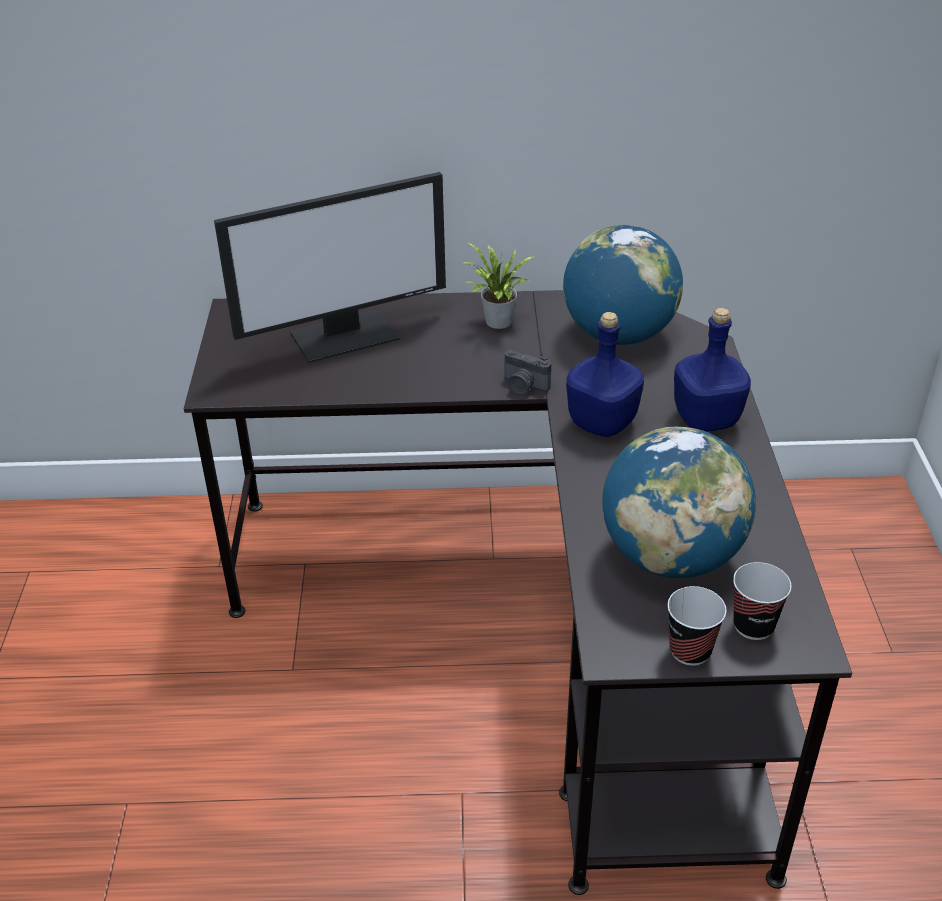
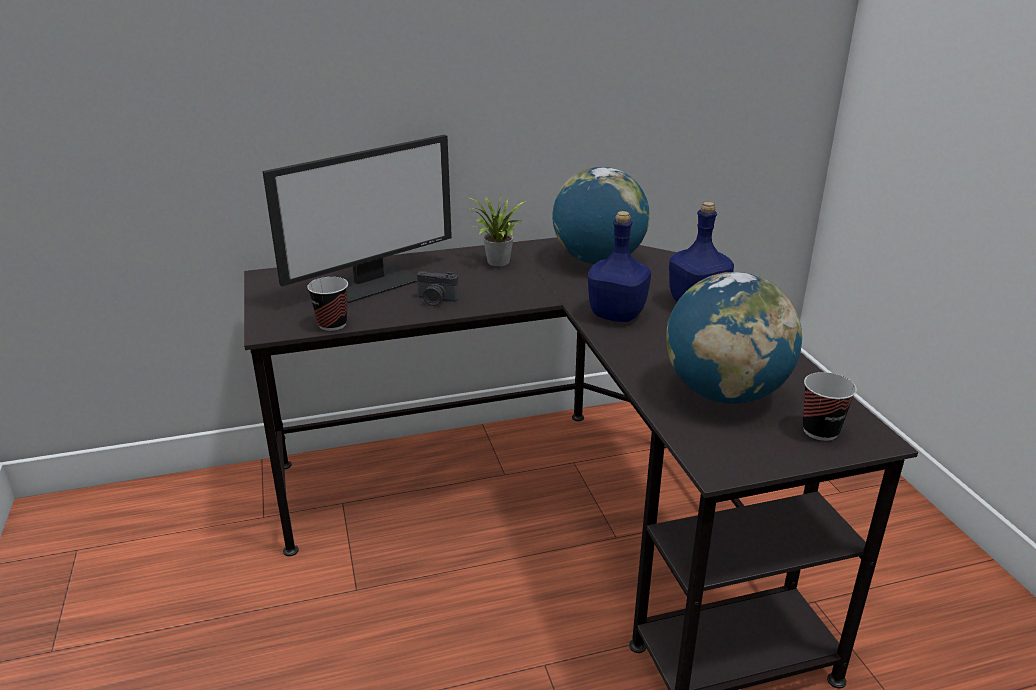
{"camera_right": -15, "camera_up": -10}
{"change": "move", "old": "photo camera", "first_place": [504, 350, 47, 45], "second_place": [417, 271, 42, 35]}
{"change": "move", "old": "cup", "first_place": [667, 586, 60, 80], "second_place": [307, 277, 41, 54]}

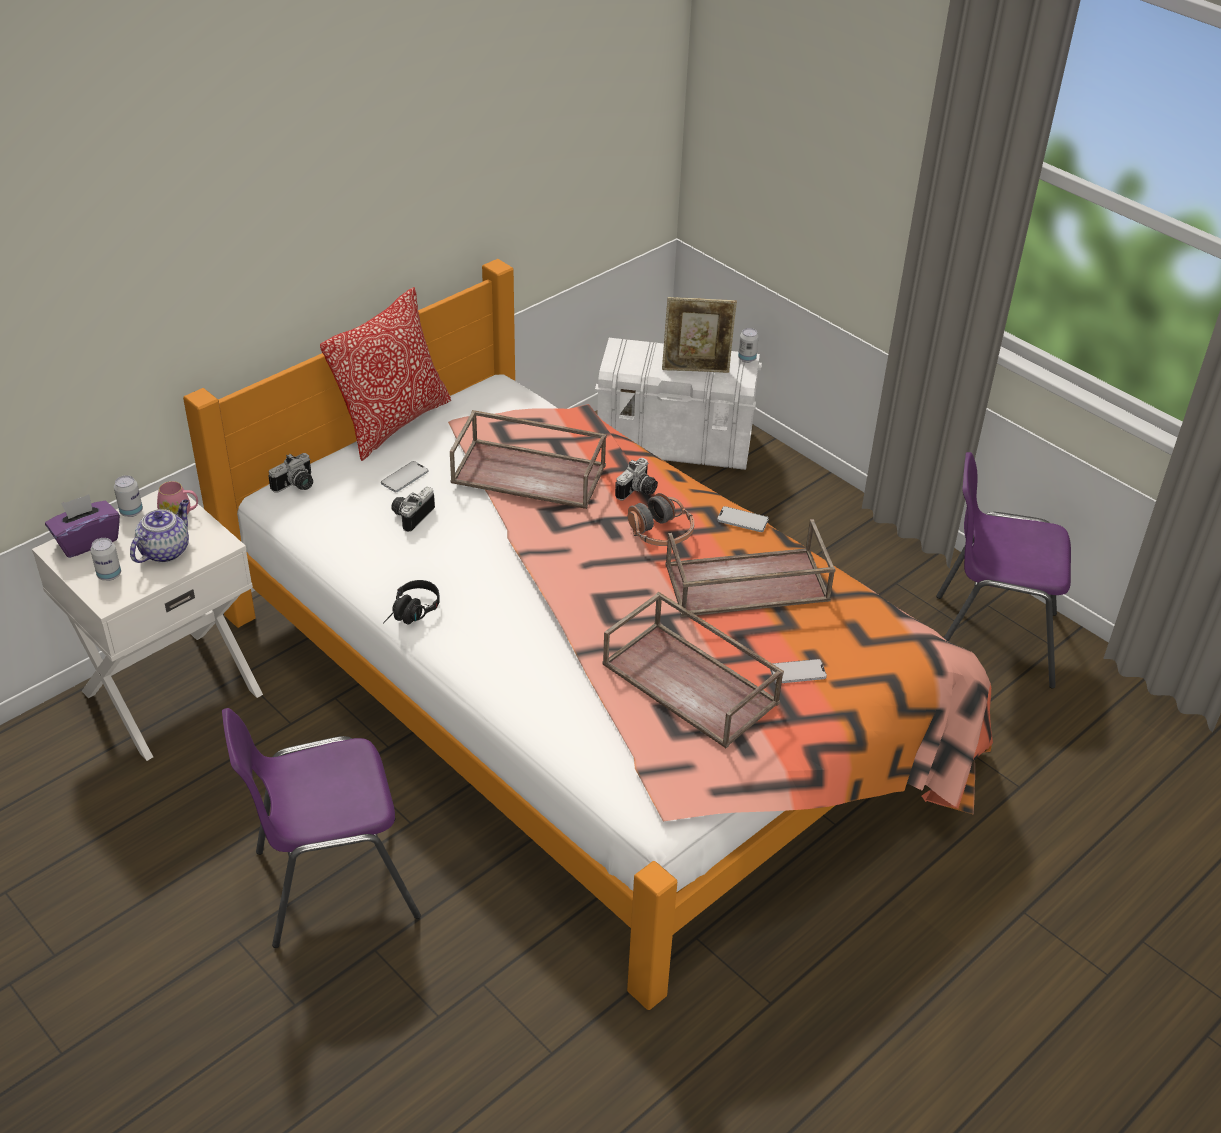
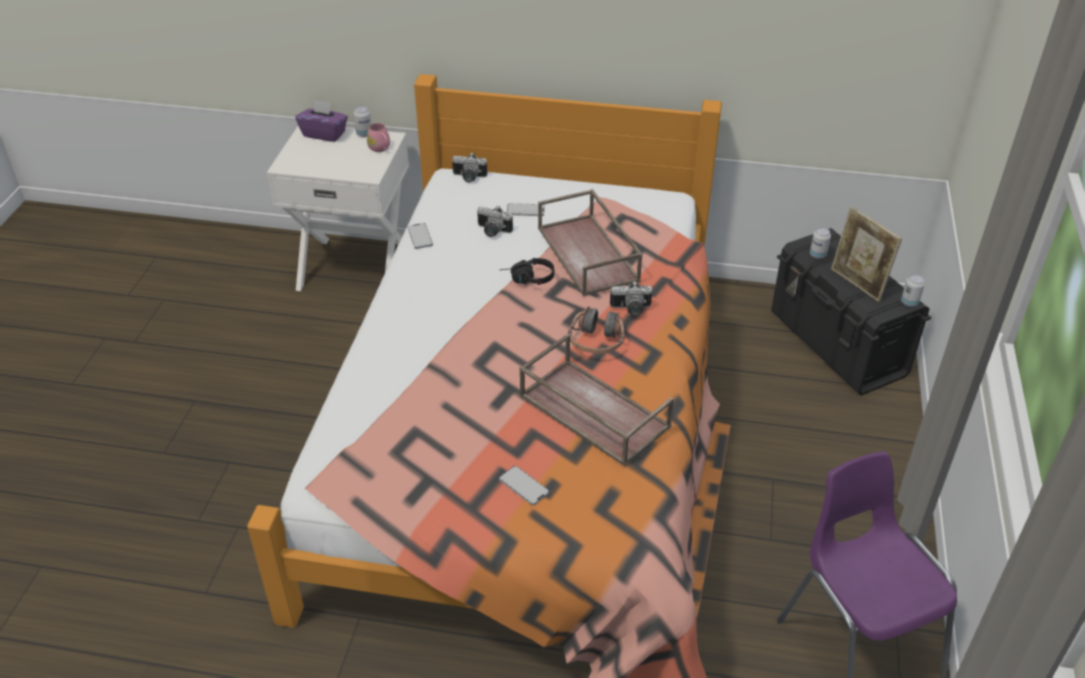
{"camera_right": 55, "camera_up": 0}
{"change": "move", "old": "can", "first_place": [90, 538, 31, 43], "second_place": [810, 227, 21, 32]}
{"change": "delete", "old": "pot for tea", "first_place": [130, 499, 59, 64]}
{"change": "delete", "old": "chair in purple", "first_place": [222, 708, 199, 240]}
{"change": "delete", "old": "pillow", "first_place": [320, 287, 131, 174]}
{"change": "move", "old": "headset in blackish", "first_place": [383, 580, 57, 45], "second_place": [500, 258, 55, 27]}
{"change": "rotate", "old": "photo camera", "first_place": [391, 487, 44, 45], "second_place": [477, 205, 36, 32], "degrees": -150}
{"change": "recolor", "old": "storage container in white", "new": "storage container in blackish", "first_place": [595, 338, 167, 132], "second_place": [771, 228, 160, 168]}
{"change": "delete", "old": "carrying tray in brown-coloured", "first_place": [602, 592, 182, 156]}
{"change": "move", "old": "phone", "first_place": [717, 506, 52, 26], "second_place": [407, 223, 26, 26]}

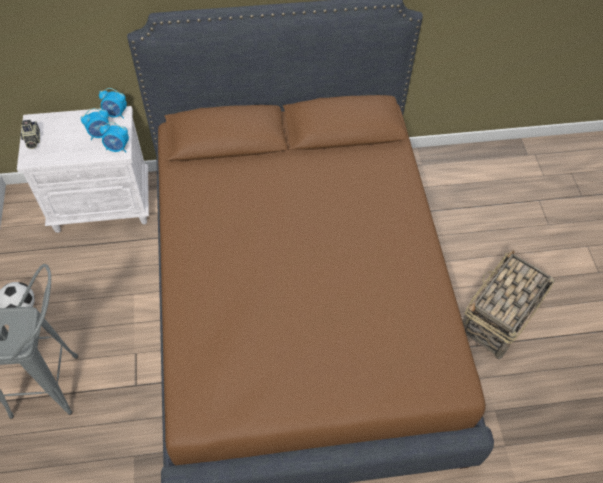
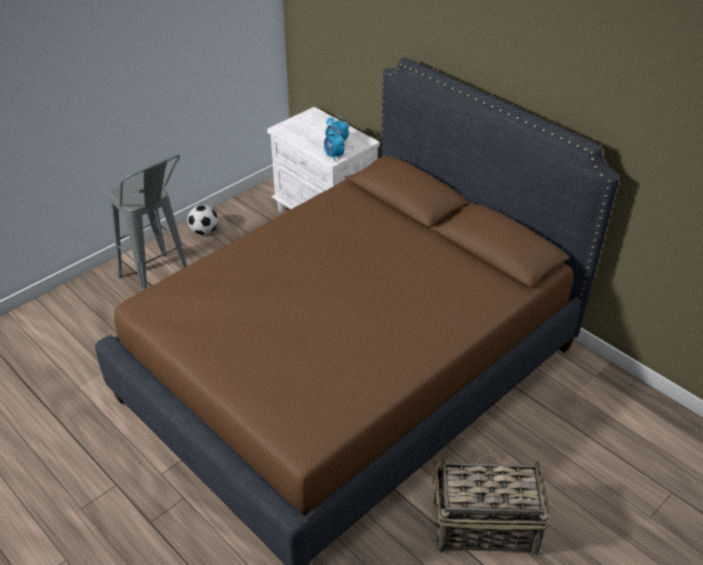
{"camera_right": 55, "camera_up": -15}
{"change": "delete", "old": "photo camera", "first_place": [20, 120, 20, 29]}
{"change": "delete", "old": "bedside clock", "first_place": [99, 88, 28, 31]}

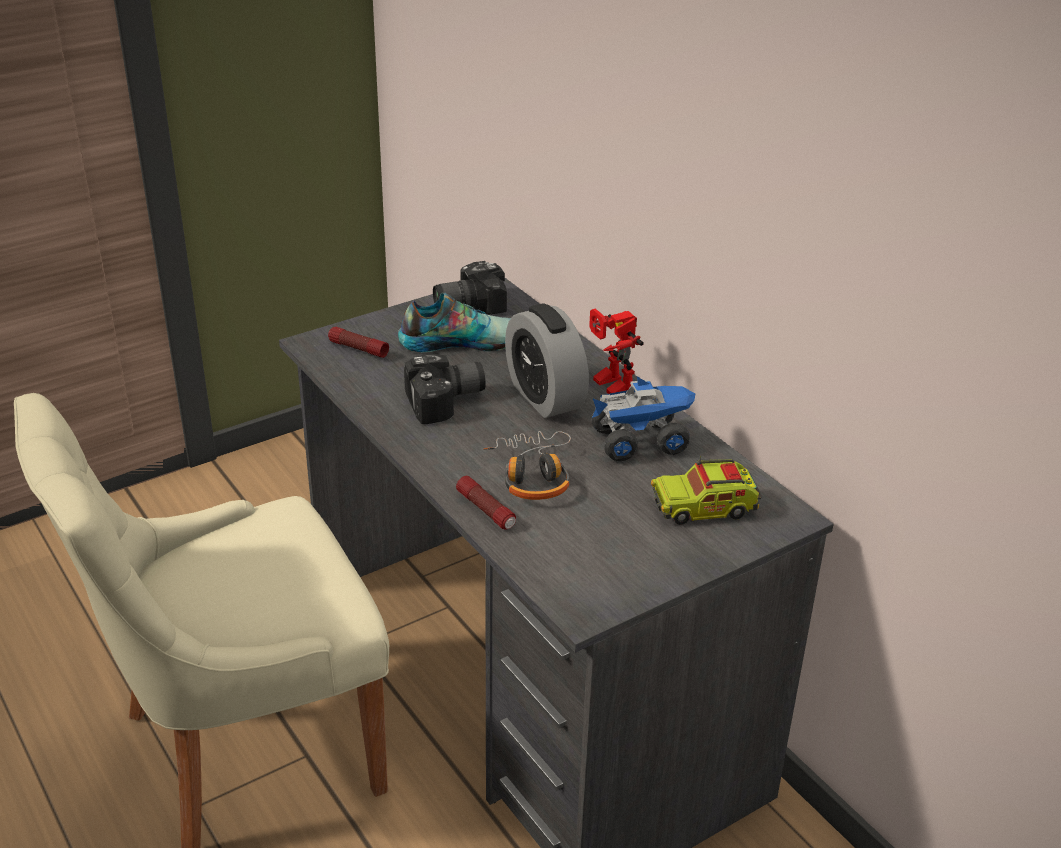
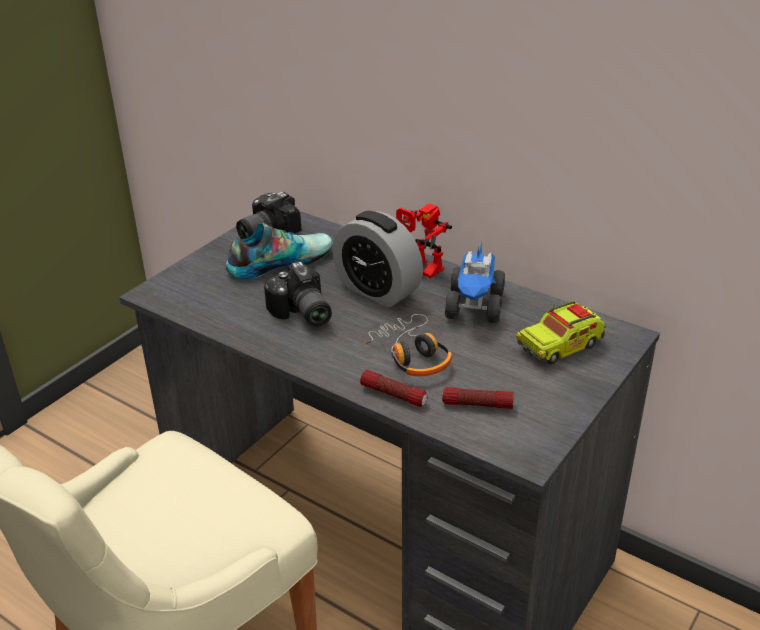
{"camera_right": -20, "camera_up": 0}
{"change": "move", "old": "flashlight", "first_place": [328, 327, 61, 31], "second_place": [442, 387, 72, 22]}
{"change": "rotate", "old": "photo camera", "first_place": [404, 354, 82, 70], "second_place": [264, 261, 68, 66], "degrees": 105}
{"change": "rotate", "old": "model truck", "first_place": [592, 376, 103, 85], "second_place": [445, 242, 60, 81], "degrees": 135}

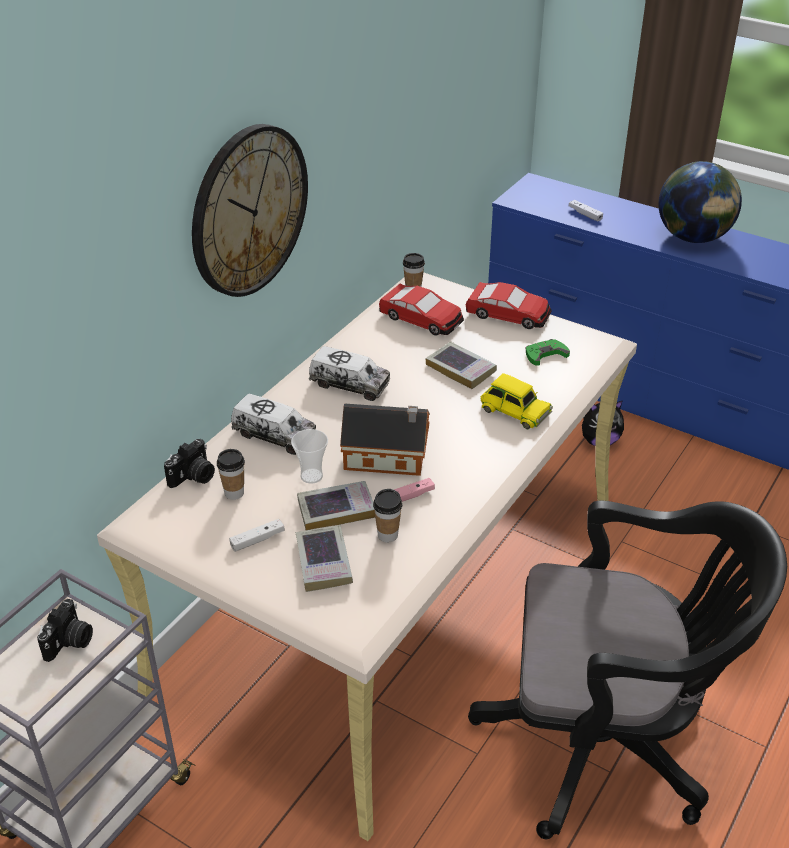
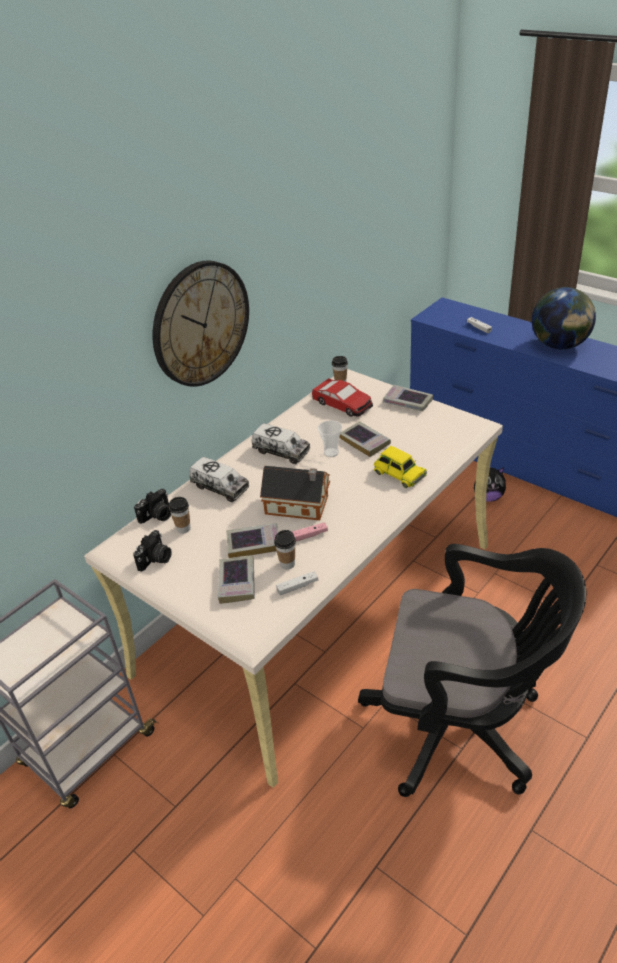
{"camera_right": 10, "camera_up": 0}
{"change": "move", "old": "photo camera", "first_place": [37, 599, 56, 63], "second_place": [133, 530, 39, 42]}
{"change": "move", "old": "gamepad in white", "first_place": [229, 519, 56, 33], "second_place": [276, 571, 42, 24]}
{"change": "move", "old": "cup", "first_place": [291, 429, 37, 55], "second_place": [318, 420, 24, 37]}
{"change": "replace", "old": "toy car", "new": "book", "first_place": [466, 282, 86, 47], "second_place": [383, 385, 50, 26]}
{"change": "delete", "old": "gamepad in greenish", "first_place": [525, 339, 45, 27]}

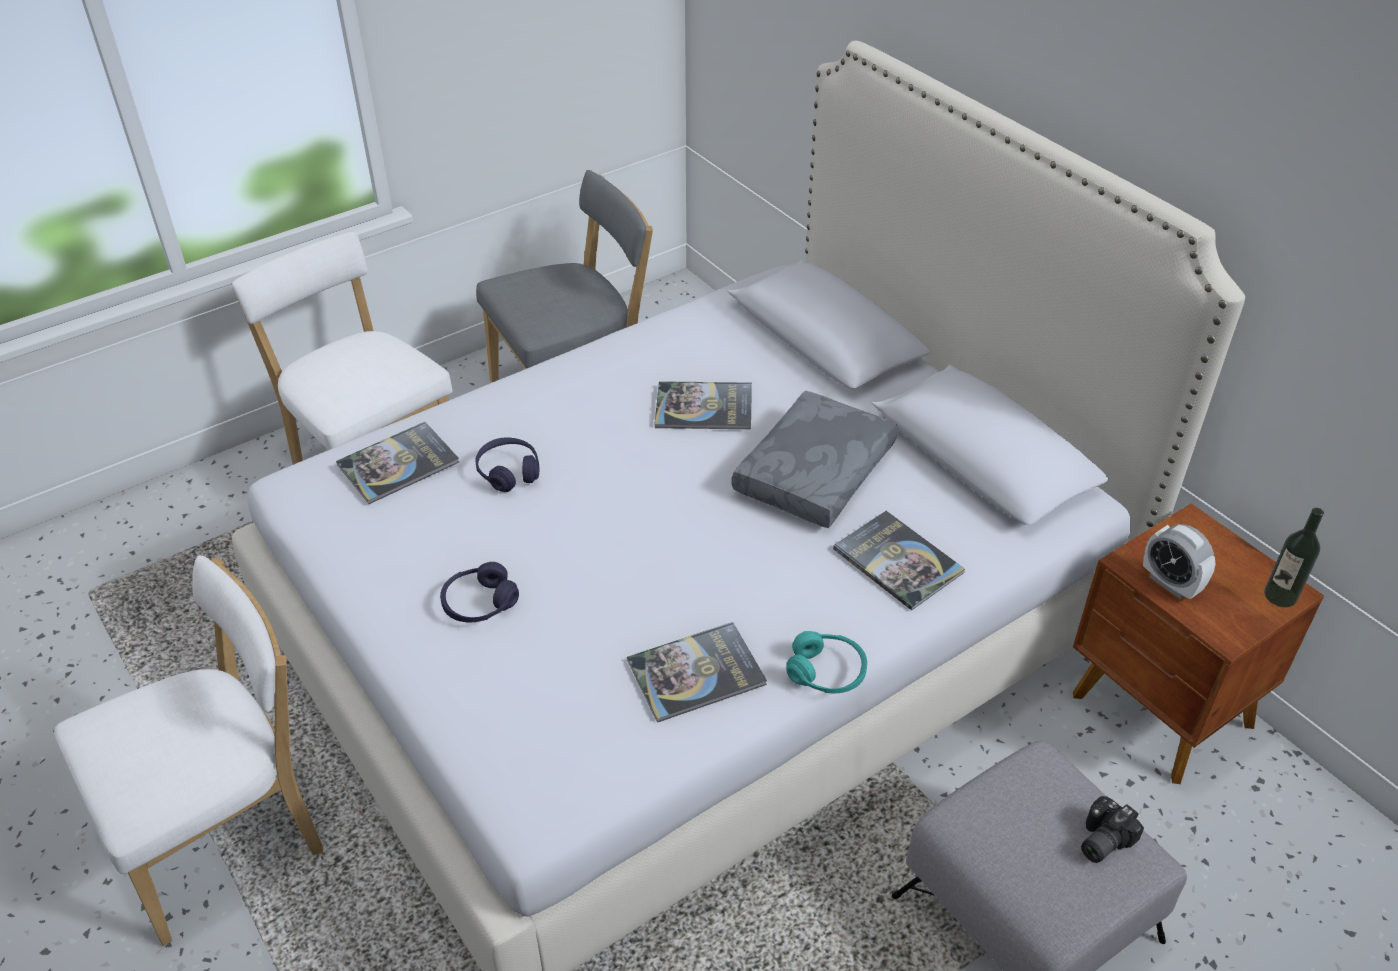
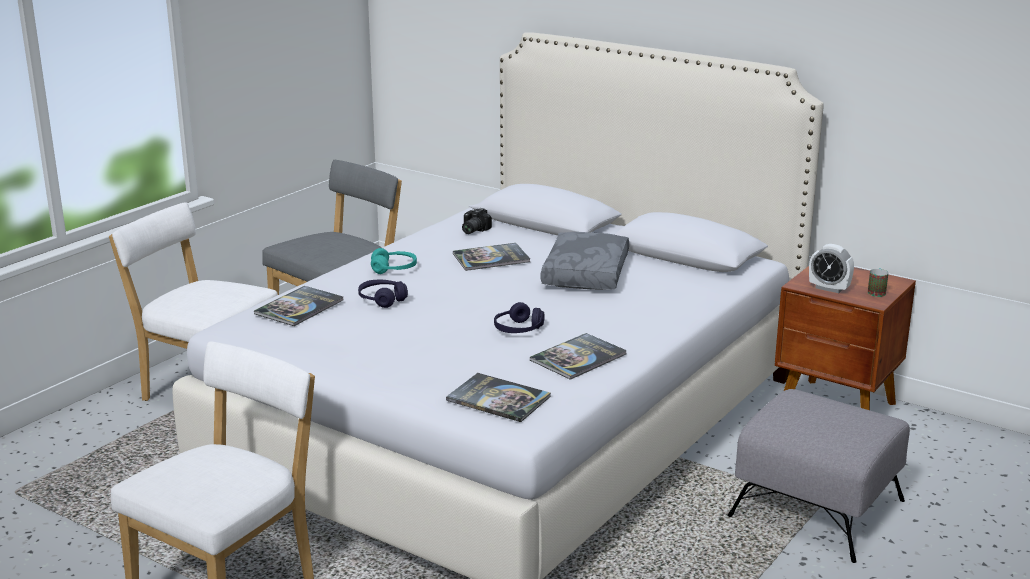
{"camera_right": -20, "camera_up": -20}
{"change": "move", "old": "headset in purple", "first_place": [440, 562, 79, 60], "second_place": [494, 302, 51, 31]}
{"change": "move", "old": "headset in turquoise", "first_place": [786, 631, 81, 62], "second_place": [371, 248, 46, 26]}
{"change": "move", "old": "book", "first_place": [833, 511, 132, 100], "second_place": [446, 373, 105, 49]}
{"change": "move", "old": "photo camera", "first_place": [1081, 796, 63, 67], "second_place": [462, 208, 30, 26]}
{"change": "delete", "old": "beverage bottle", "first_place": [1264, 508, 60, 99]}
{"change": "insert", "new": "tea mug", "second_place": [868, 268, 20, 29]}

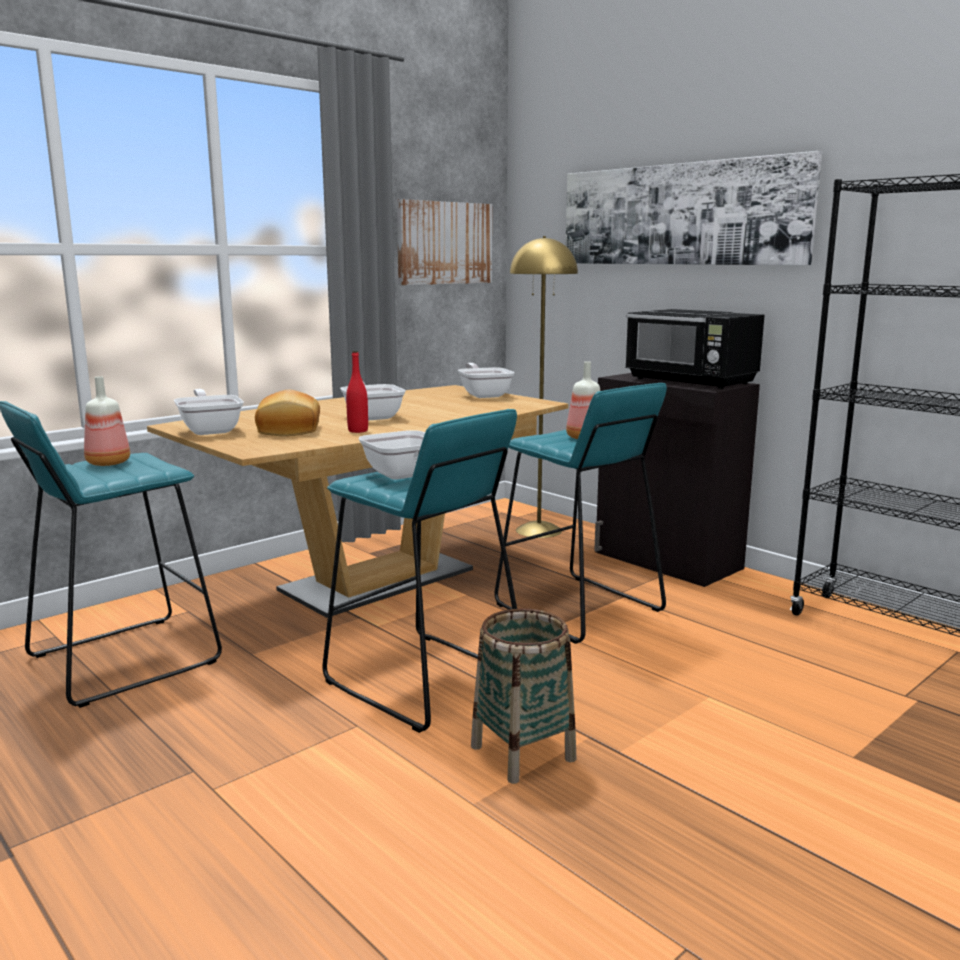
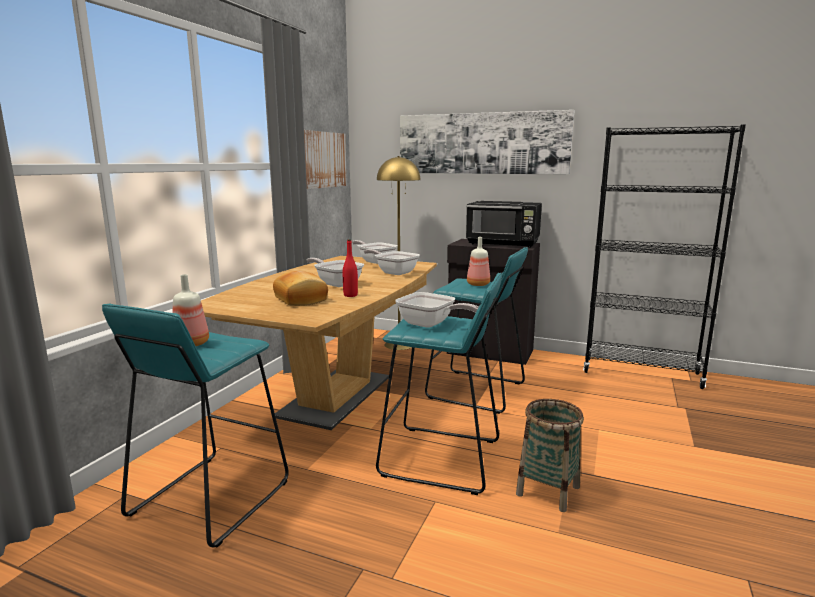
{"camera_right": -25, "camera_up": 0}
{"change": "move", "old": "frying pan", "first_place": [174, 389, 70, 46], "second_place": [364, 249, 56, 26]}

